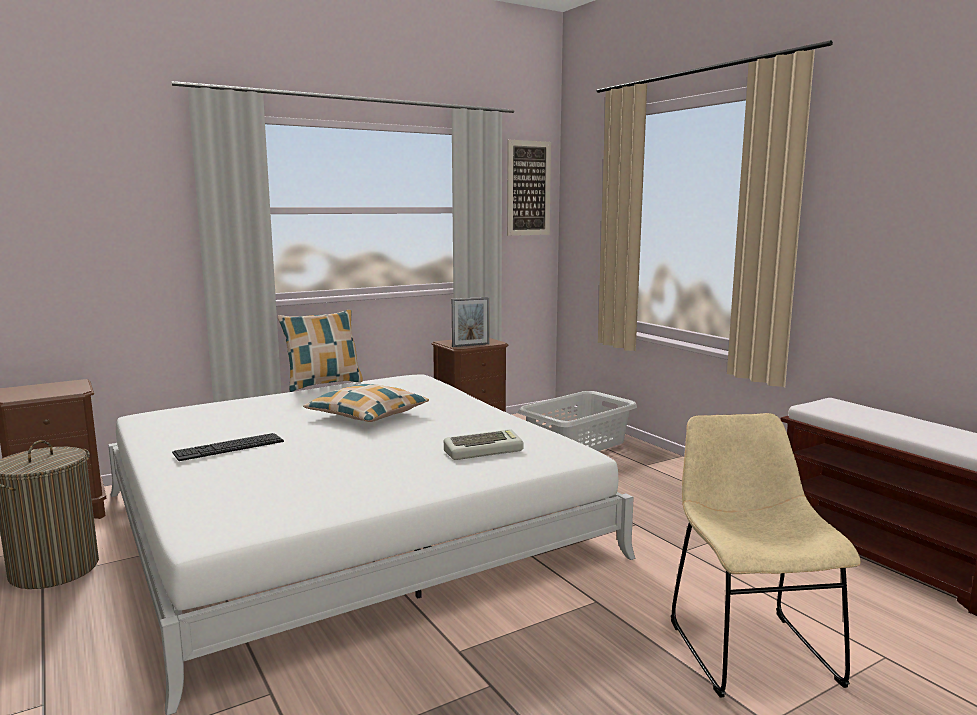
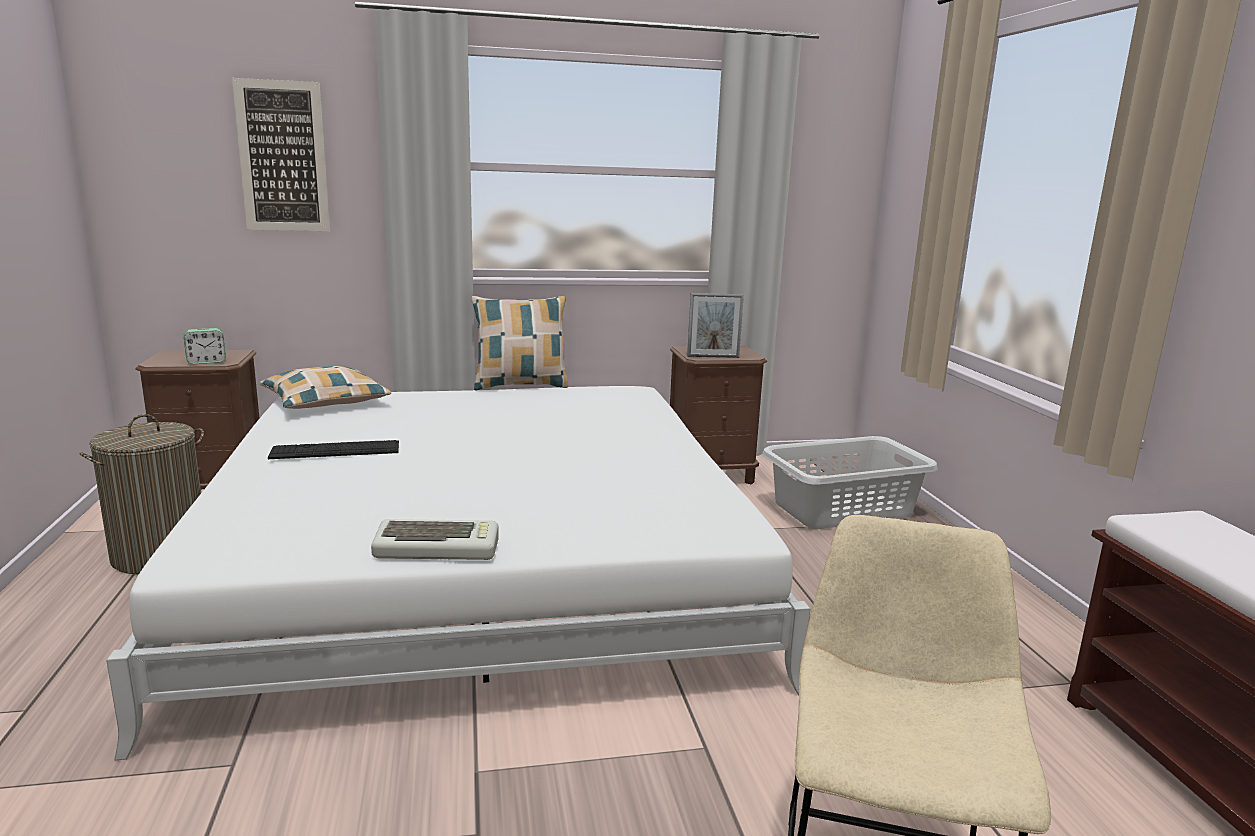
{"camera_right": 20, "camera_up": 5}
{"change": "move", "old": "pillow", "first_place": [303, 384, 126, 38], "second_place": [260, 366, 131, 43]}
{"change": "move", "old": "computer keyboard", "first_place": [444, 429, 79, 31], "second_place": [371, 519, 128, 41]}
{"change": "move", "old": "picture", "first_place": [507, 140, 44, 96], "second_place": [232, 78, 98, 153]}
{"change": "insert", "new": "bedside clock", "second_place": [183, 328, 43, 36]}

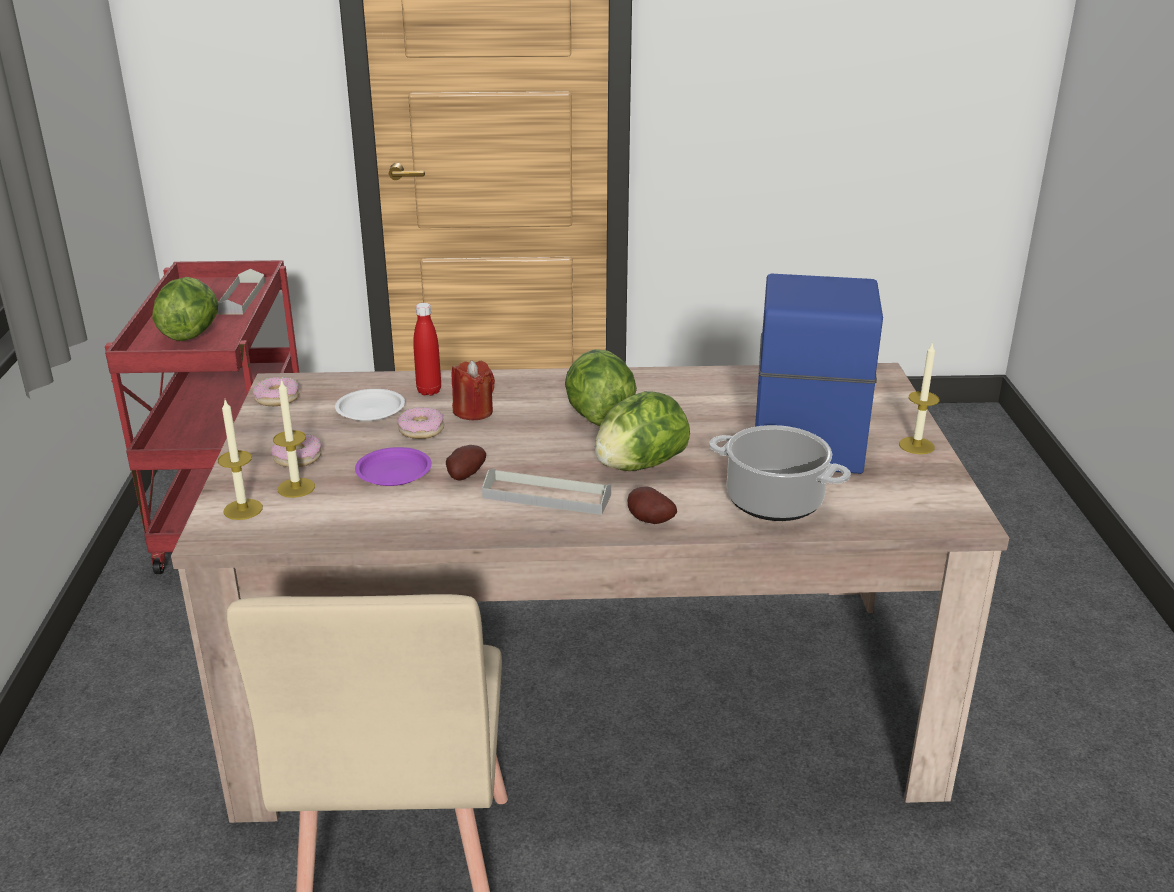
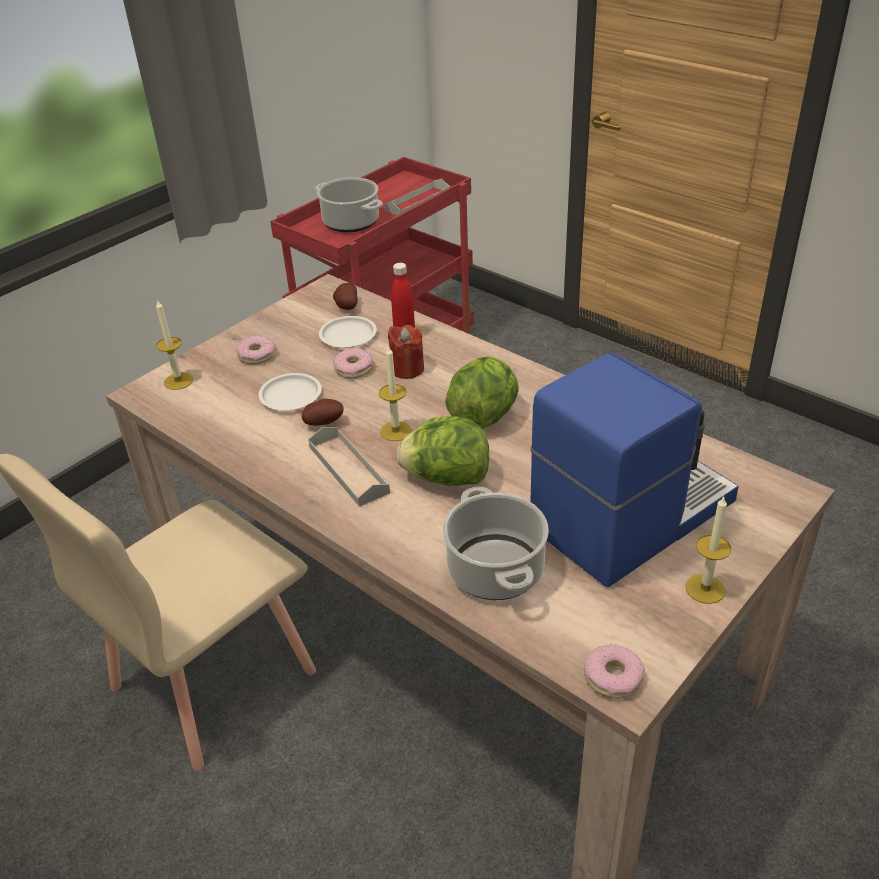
{"camera_right": 45, "camera_up": 10}
{"change": "replace", "old": "lettuce", "new": "saucepot", "first_place": [152, 277, 66, 64], "second_place": [315, 177, 68, 55]}
{"change": "move", "old": "donut", "first_place": [253, 377, 47, 29], "second_place": [584, 644, 61, 55]}
{"change": "move", "old": "wax light", "first_place": [273, 379, 42, 119], "second_place": [379, 345, 33, 96]}
{"change": "recolor", "old": "flat dish in purple", "new": "flat dish in white", "first_place": [355, 447, 77, 39], "second_place": [258, 373, 64, 37]}
{"change": "move", "old": "whole potato", "first_place": [627, 486, 50, 38], "second_place": [333, 283, 25, 27]}

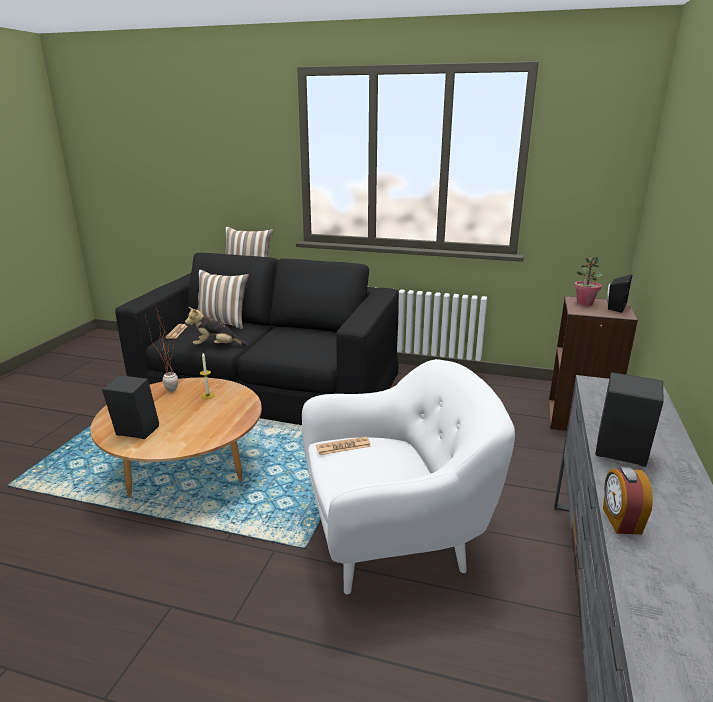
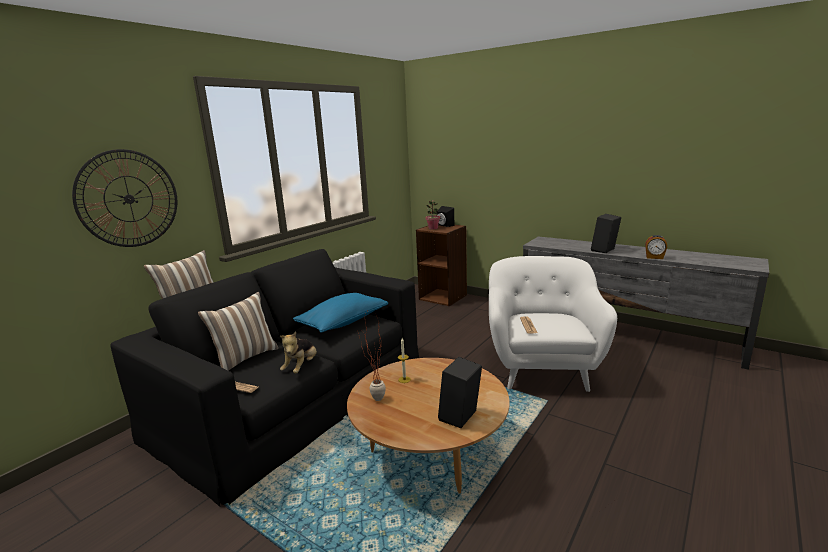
{"camera_right": -70, "camera_up": -5}
{"change": "insert", "new": "clock on the wall", "second_place": [72, 149, 106, 98]}
{"change": "insert", "new": "pillow in bluish", "second_place": [293, 293, 95, 40]}

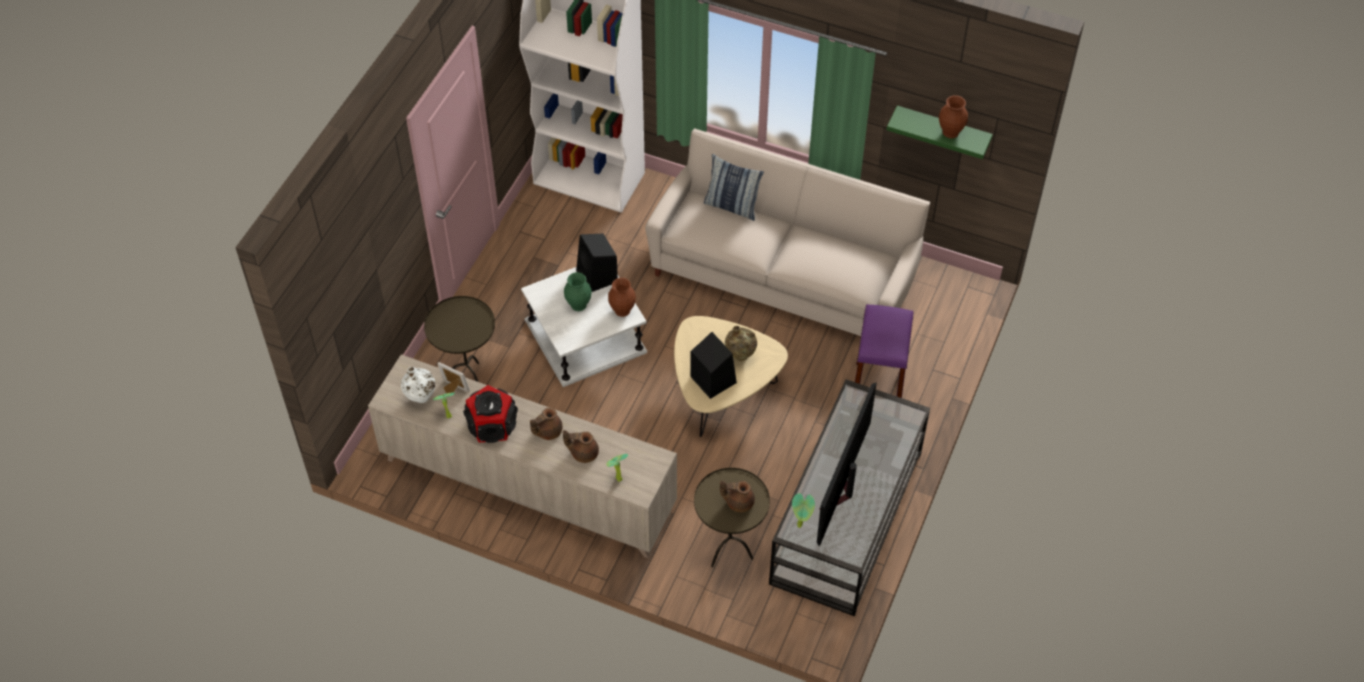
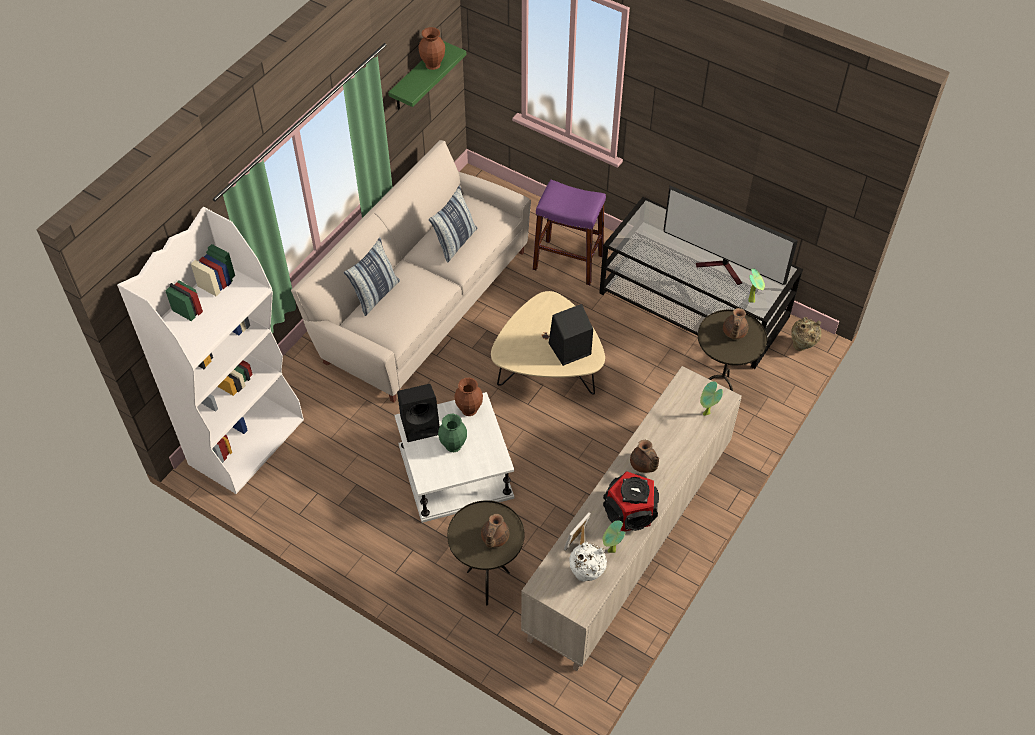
{"camera_right": -80, "camera_up": 0}
{"change": "move", "old": "pot for tea in brown-coloured", "first_place": [563, 430, 36, 33], "second_place": [481, 514, 28, 34]}
{"change": "move", "old": "vase in sand-coloured", "first_place": [725, 326, 32, 35], "second_place": [792, 317, 30, 34]}
{"change": "insert", "new": "pillow", "second_place": [429, 185, 48, 78]}

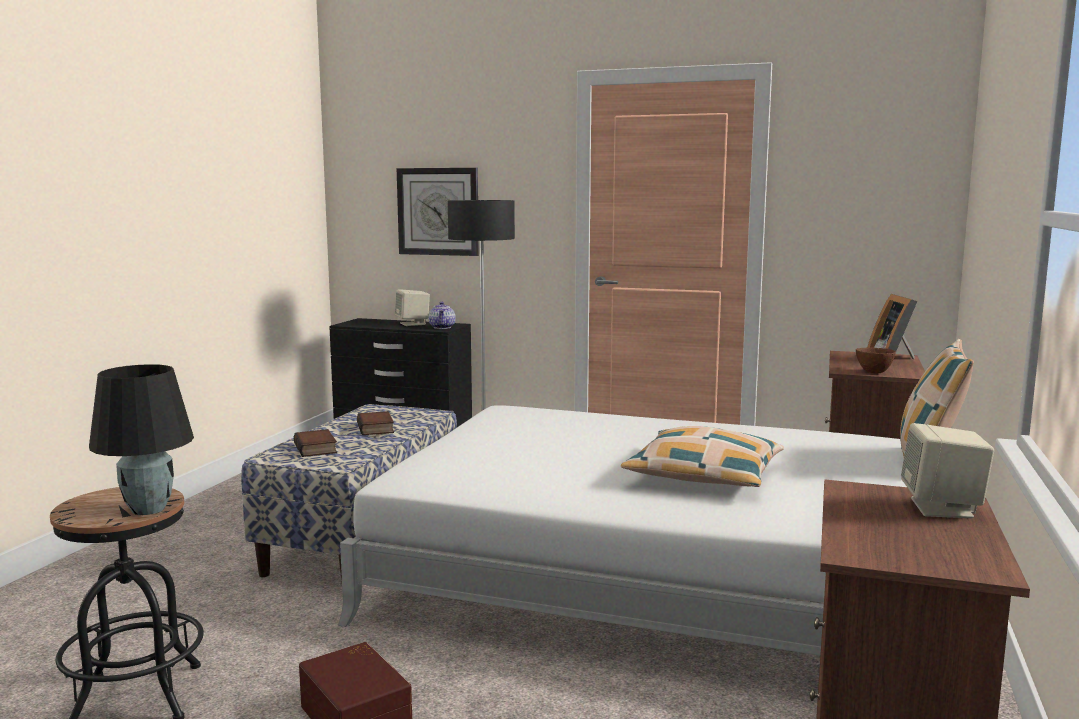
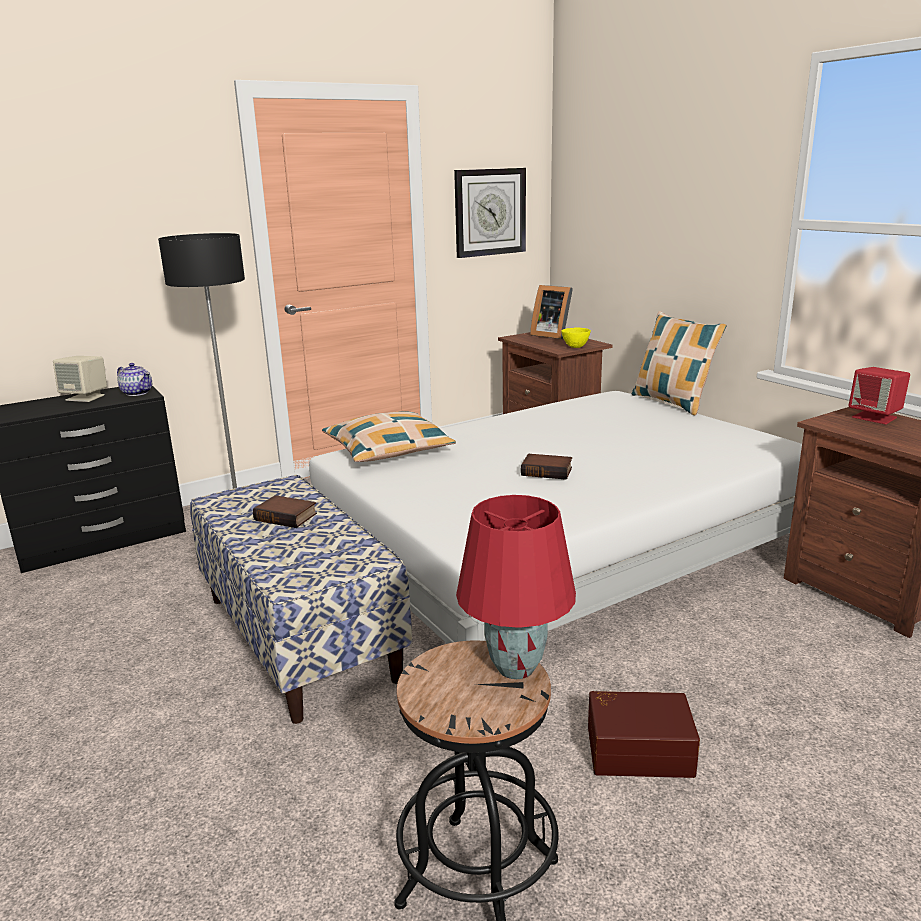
{"camera_right": -50, "camera_up": 10}
{"change": "recolor", "old": "table lamp in blackish", "new": "table lamp in red-coloured", "first_place": [89, 364, 105, 151], "second_place": [456, 495, 120, 184]}
{"change": "move", "old": "book", "first_place": [294, 429, 43, 28], "second_place": [521, 454, 51, 26]}
{"change": "move", "old": "clock on the wall", "first_place": [397, 168, 82, 88], "second_place": [454, 168, 72, 90]}
{"change": "move", "old": "pillow", "first_place": [621, 426, 163, 61], "second_place": [322, 411, 134, 51]}
{"change": "recolor", "old": "serving bowl in brown-coloured", "new": "serving bowl in yellow", "first_place": [856, 348, 40, 25], "second_place": [561, 327, 30, 21]}
{"change": "recolor", "old": "audio speaker in sand-coloured", "new": "audio speaker in red-coloured", "first_place": [901, 423, 93, 95], "second_place": [848, 367, 62, 57]}

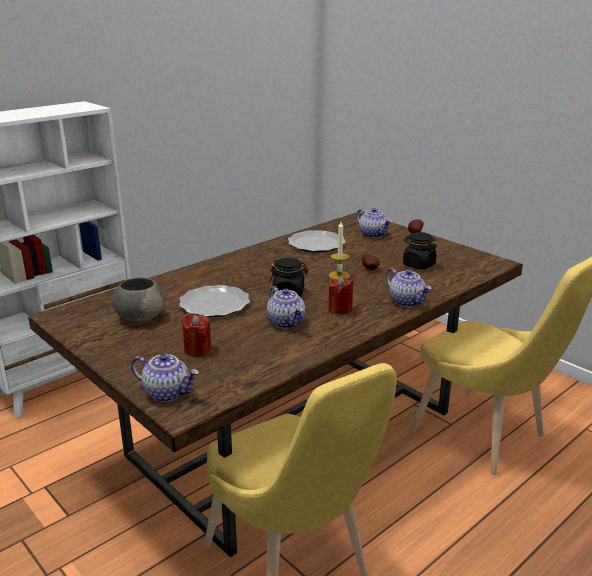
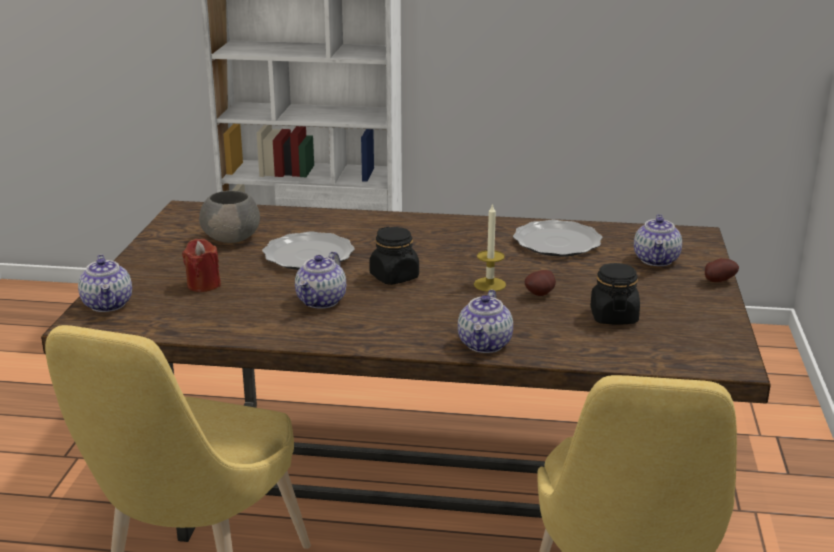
{"camera_right": 50, "camera_up": 0}
{"change": "delete", "old": "wax light in red-coloured", "first_place": [328, 276, 26, 39]}

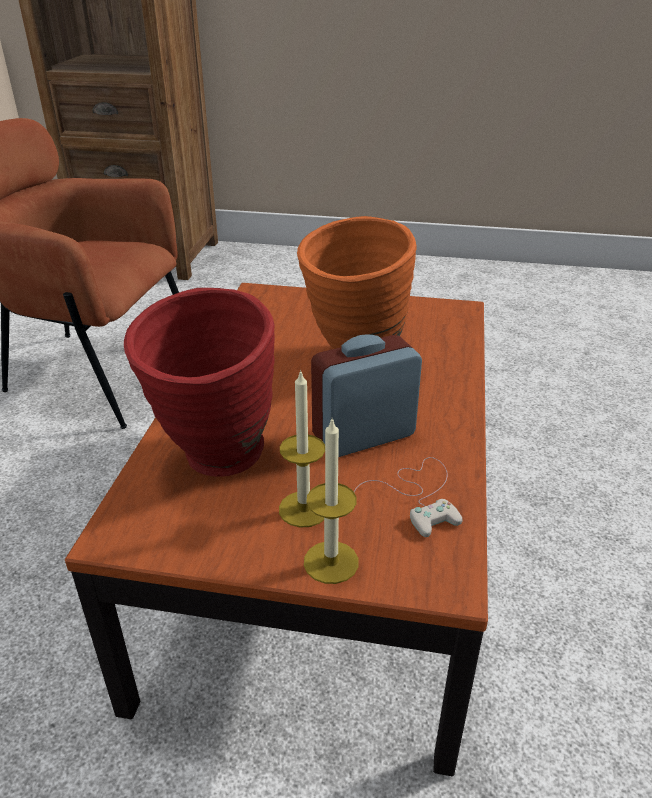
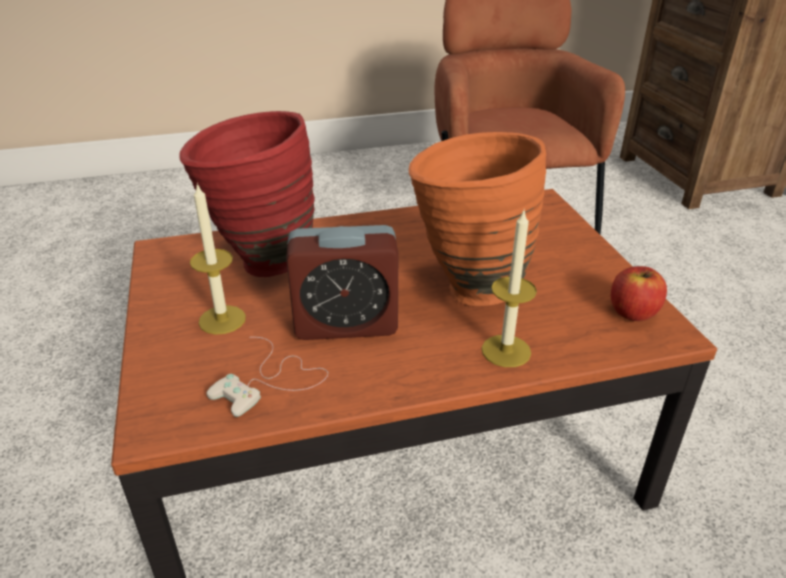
{"camera_right": 65, "camera_up": 0}
{"change": "move", "old": "wax light", "first_place": [304, 419, 55, 165], "second_place": [482, 211, 55, 156]}
{"change": "rotate", "old": "bedside clock", "first_place": [311, 335, 111, 122], "second_place": [286, 225, 112, 115], "degrees": 135}
{"change": "insert", "new": "whole apple", "second_place": [611, 266, 56, 55]}

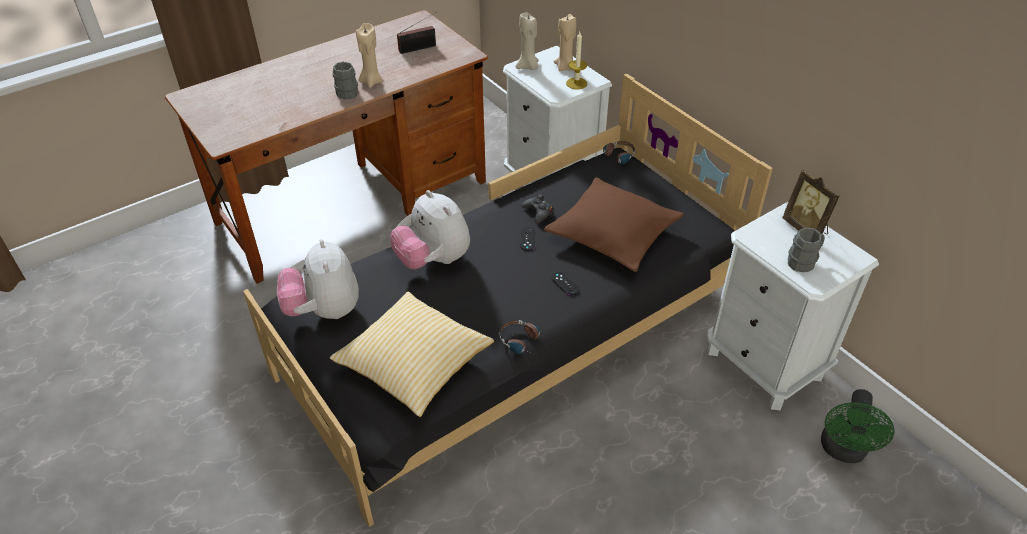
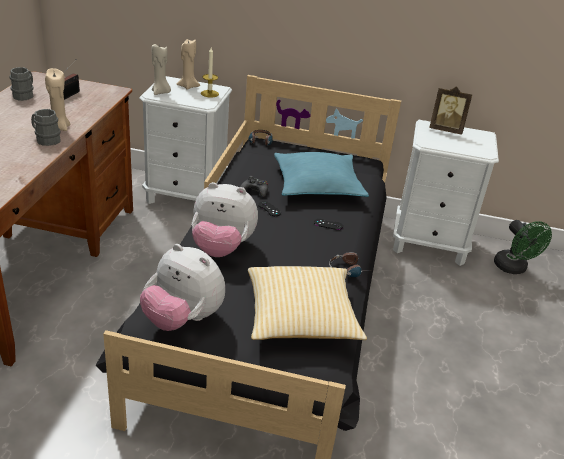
{"camera_right": -45, "camera_up": -10}
{"change": "recolor", "old": "pillow in brown-coloured", "new": "pillow in turquoise", "first_place": [544, 177, 140, 95], "second_place": [274, 152, 95, 45]}
{"change": "move", "old": "tea mug in grey", "first_place": [788, 228, 37, 44], "second_place": [9, 67, 25, 34]}

